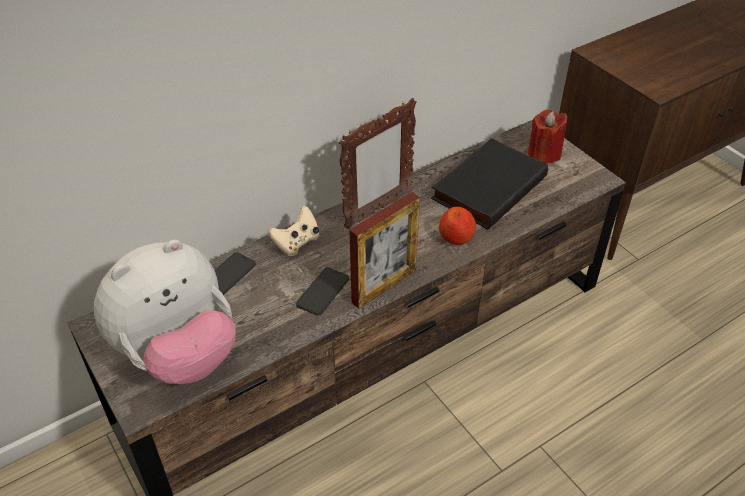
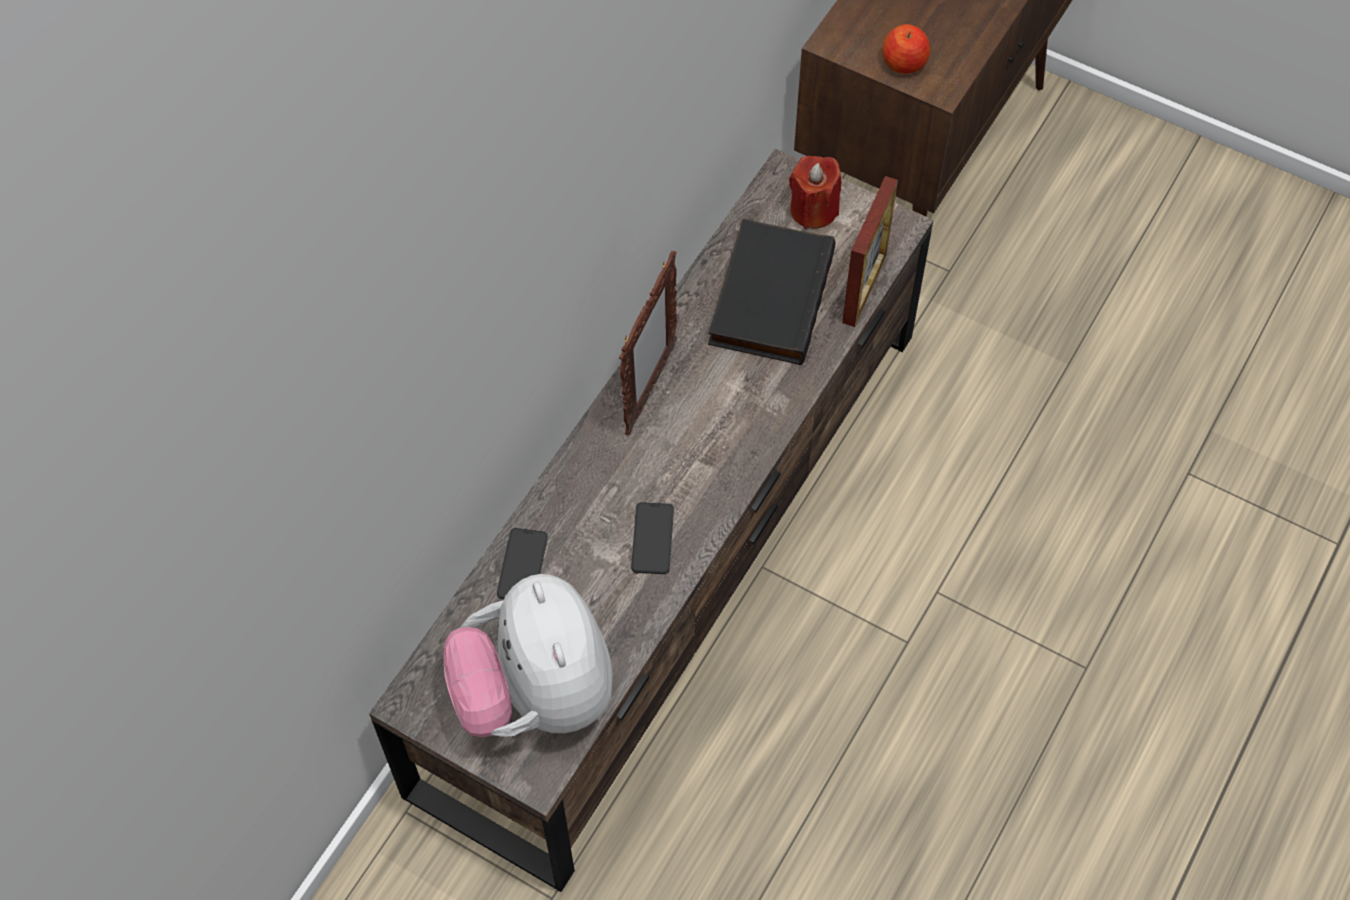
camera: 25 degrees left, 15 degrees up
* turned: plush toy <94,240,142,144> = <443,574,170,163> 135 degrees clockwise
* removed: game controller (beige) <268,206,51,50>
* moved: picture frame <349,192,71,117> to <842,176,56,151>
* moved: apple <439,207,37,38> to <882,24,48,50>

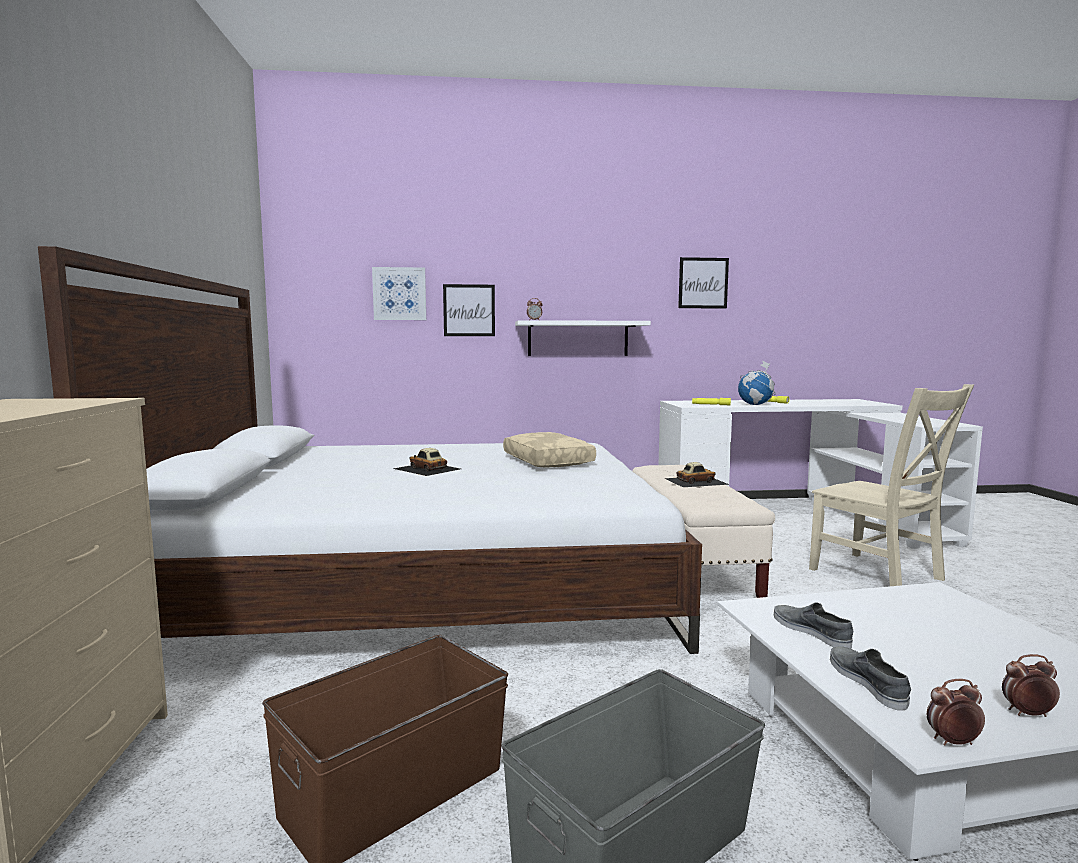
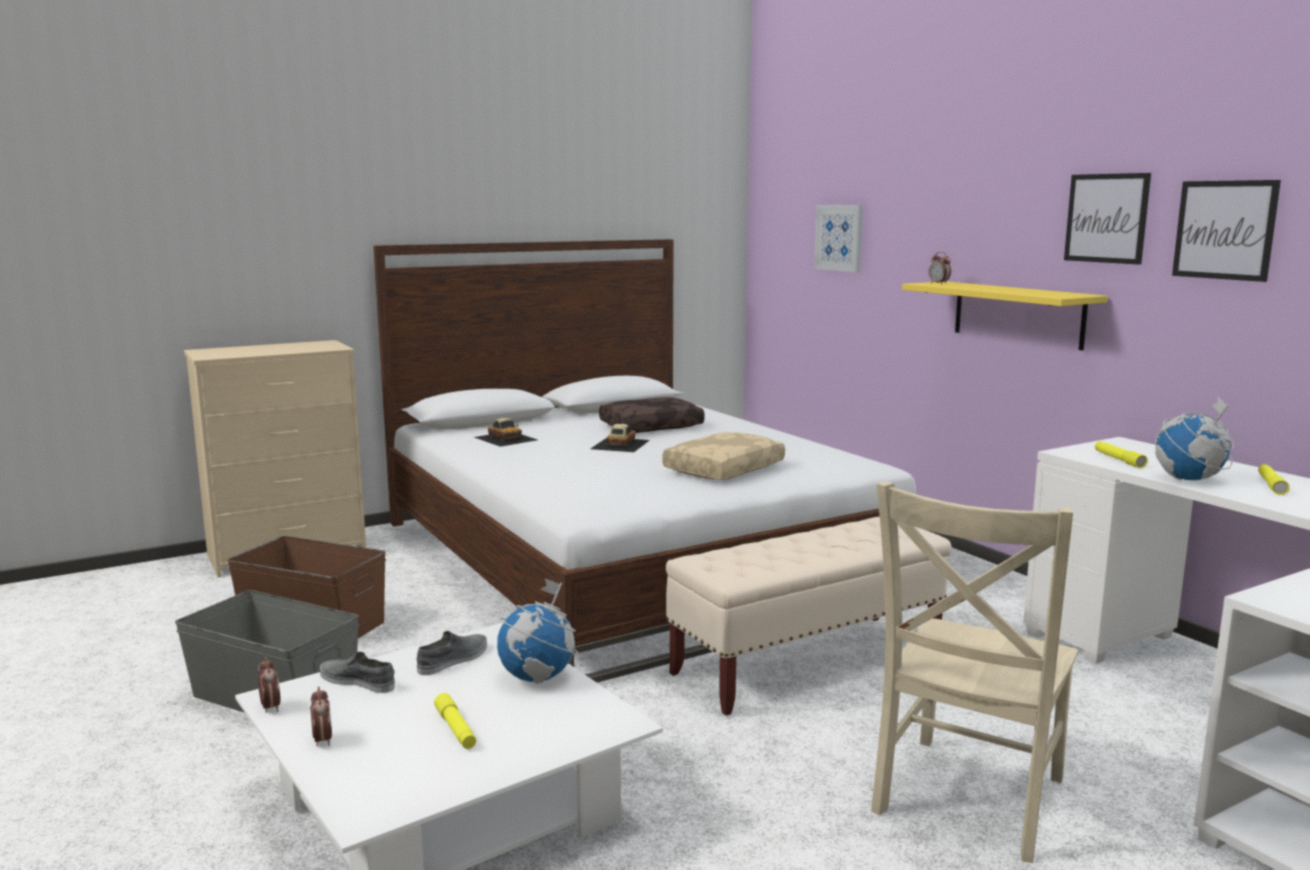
camera: 65 degrees right, 5 degrees up
* moved: picture <443,284,52,52> to <1064,173,87,92>
* recoloured: shelf (white) <515,320,136,36> to shelf (yellow) <902,281,206,70>
* moved: toy car <664,462,65,25> to <474,418,63,29>
* turned: shoe (grey) <830,646,81,65> = <320,652,75,41> 120 degrees counterclockwise
* added: flashlight (yellow) <434,693,42,56>
* added: globe <497,578,82,106>
* added: pillow (brown) <599,397,106,36>

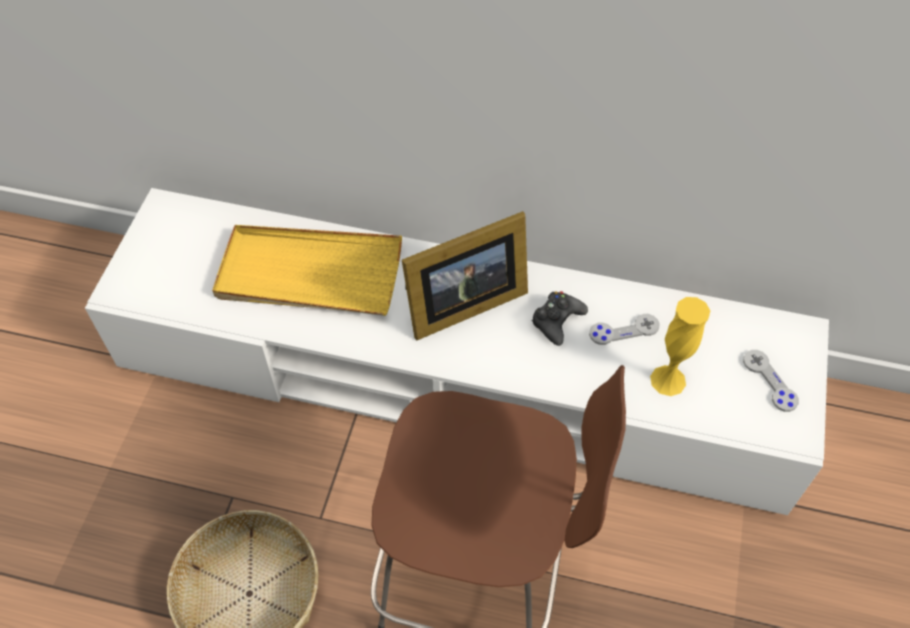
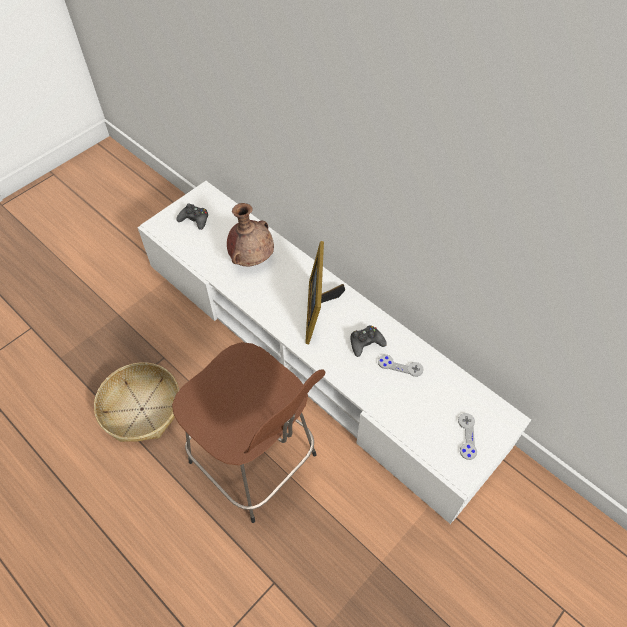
camera: 30 degrees right, 0 degrees up
* replaced: tray (yellow) <212,225,190,91> to vase (brown) <227,203,47,63>
* turned: picture frame <402,211,126,129> = <305,241,40,103> 90 degrees clockwise
* removed: vase (yellow) <650,297,60,99>
* added: game controller (black) <176,203,32,27>

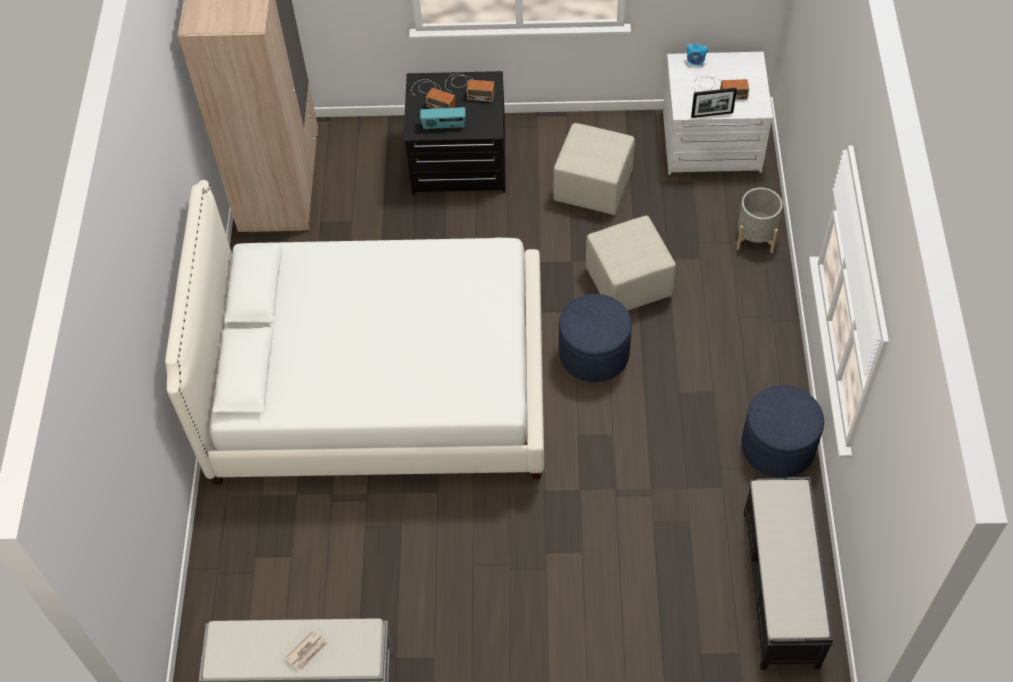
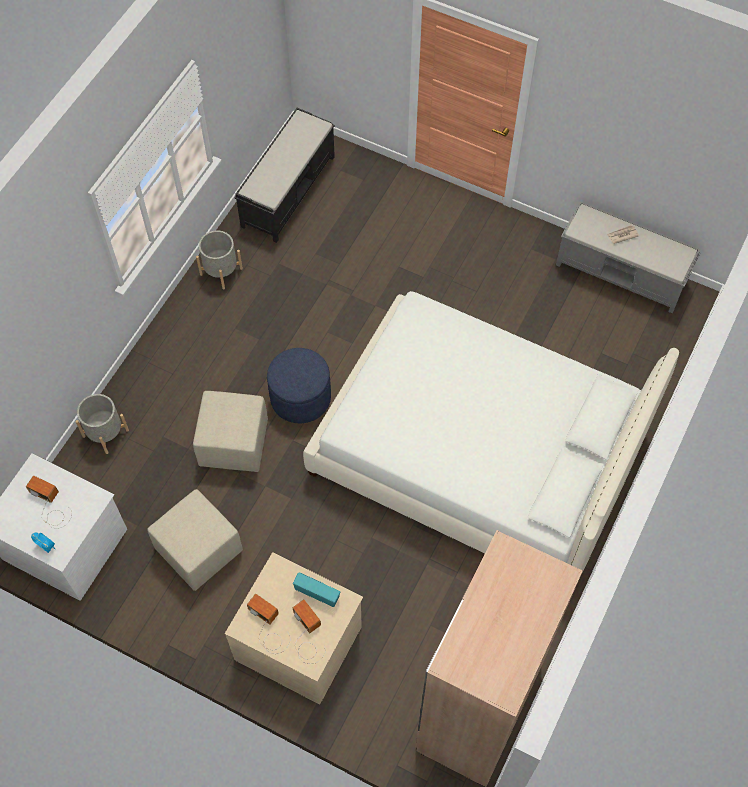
camera: 155 degrees left, 5 degrees up
* recoloured: dresser (black) <403,71,103,124> to dresser (beige) <225,552,138,153>
* removed: picture frame <691,88,46,30>
* replaced: ottoman (blue) <741,385,83,93> to planter (grey) <196,230,47,59>

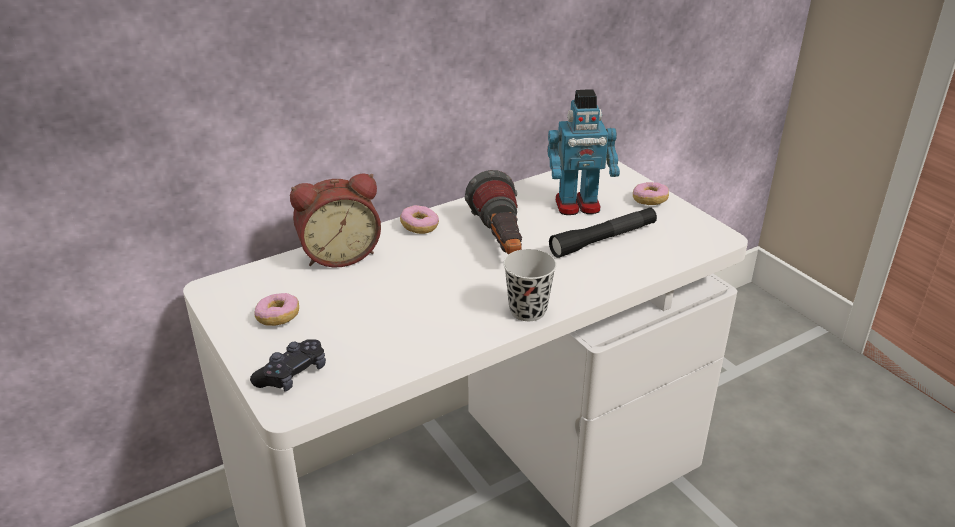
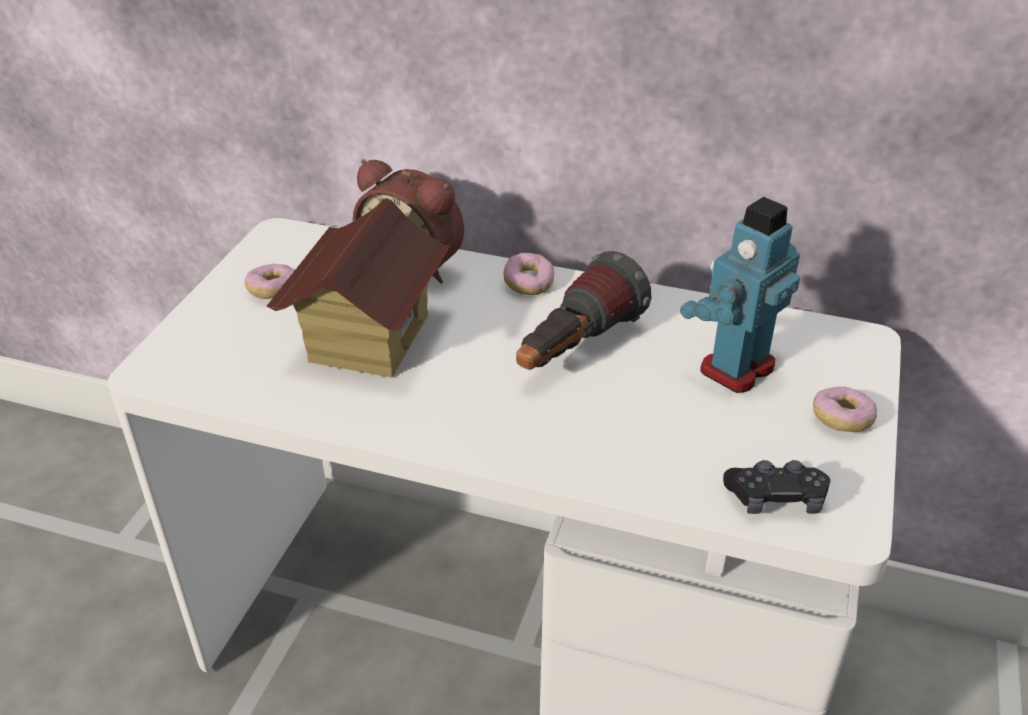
camera: 50 degrees right, 5 degrees up
* moved: game controller (black) <250,339,76,53> to <723,460,107,54>
* removed: cup (black) <503,249,54,72>
* turned: toy robot <548,89,72,126> = <680,197,120,196> 90 degrees clockwise
* removed: flashlight (black) <549,207,108,51>
* added: toy house <266,198,185,180>

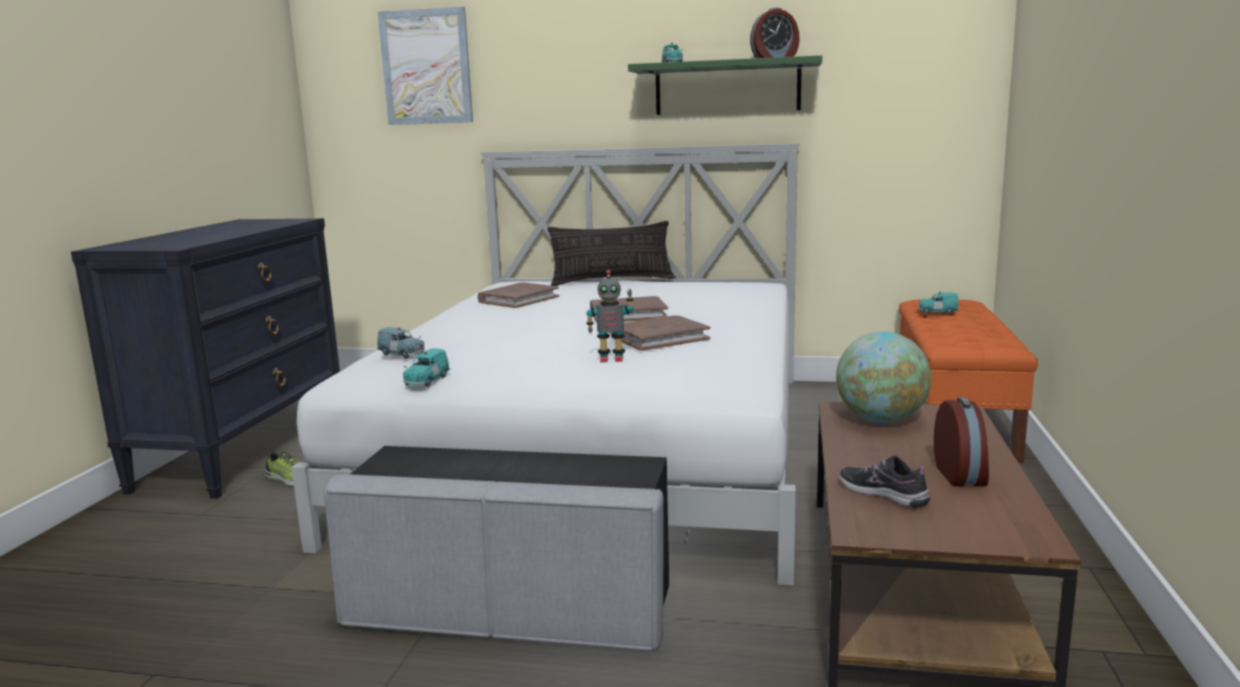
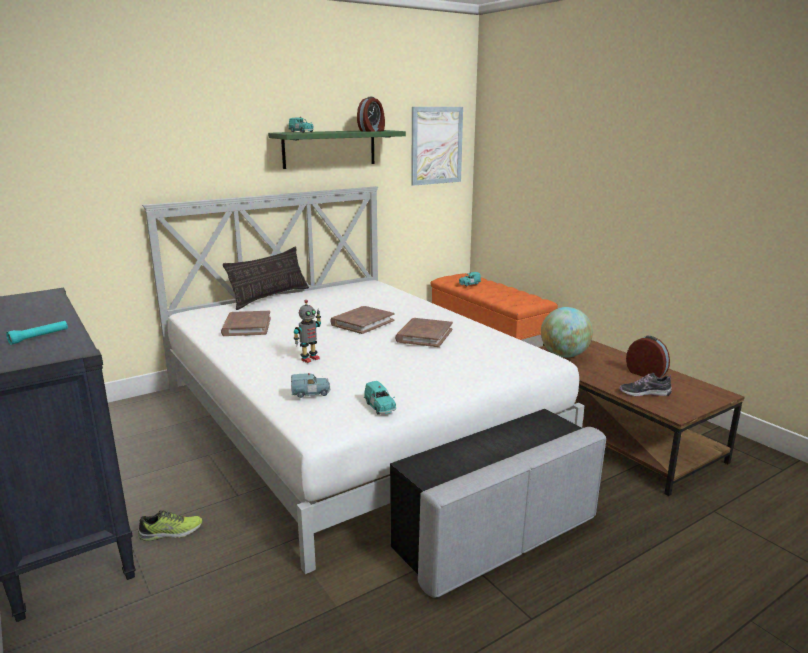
camera: 45 degrees left, 5 degrees up
* moved: picture <378,7,95,118> to <411,107,52,79>
* moved: toy robot <586,270,48,92> to <294,300,27,63>
* added: flashlight (turquoise) <6,321,62,24>

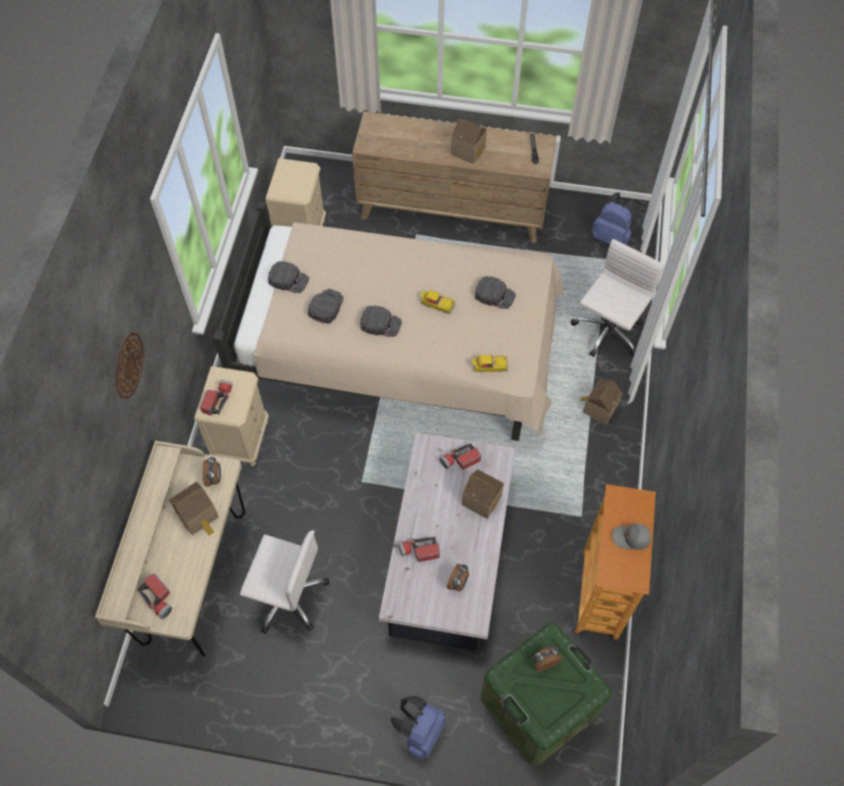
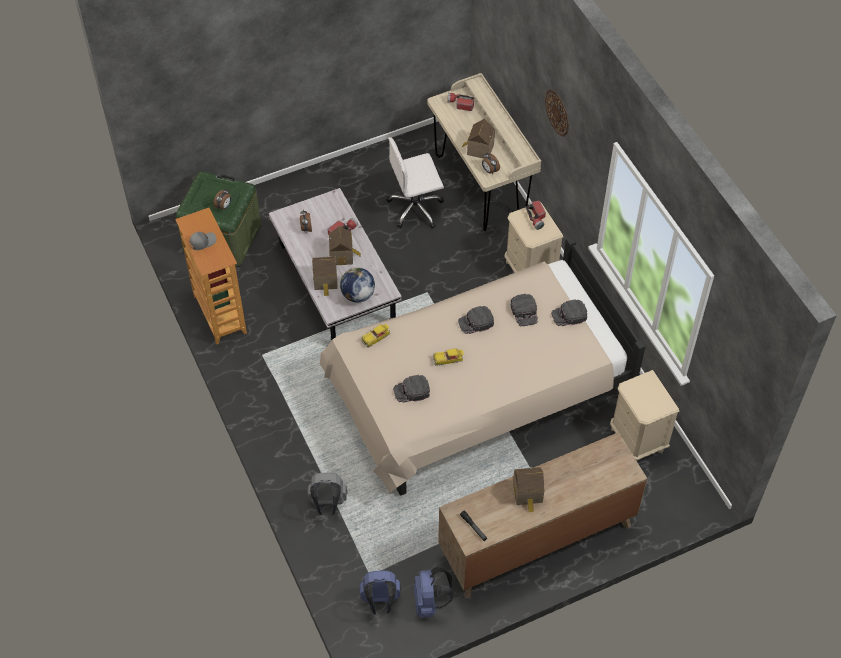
camera: 145 degrees right, 5 degrees down
* moved: backpack (blue) <391,696,55,64> to <414,567,40,51>
* replaced: flashlight <440,443,41,27> to globe <340,267,35,36>
* replaced: office chair (white) <571,239,93,118> to backpack (grey) <308,473,39,42>
* moved: toy house <580,380,43,45> to <329,226,32,39>

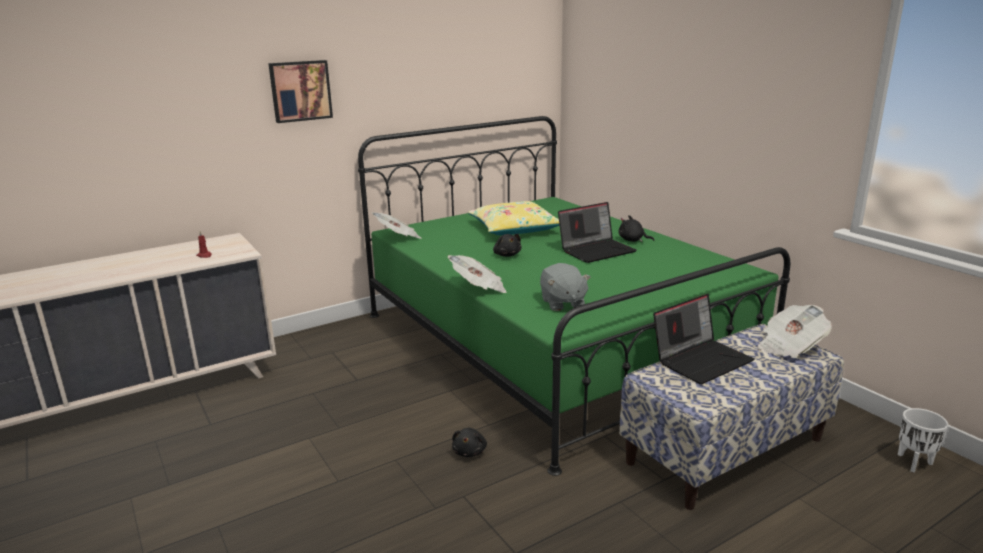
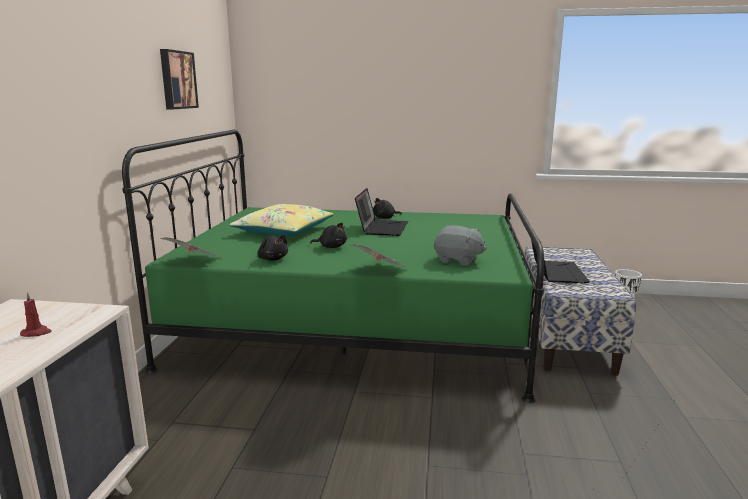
camera: 50 degrees left, 5 degrees down
* moved: picture <268,60,65,63> to <160,49,39,60>
* moved: plush toy (black) <452,428,35,29> to <257,235,31,26>
* removed: newspaper <758,305,74,53>

